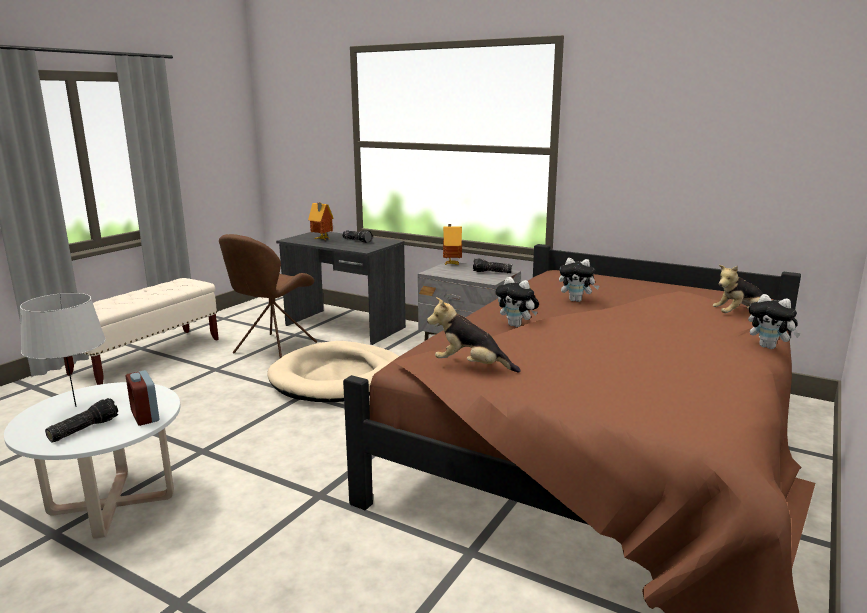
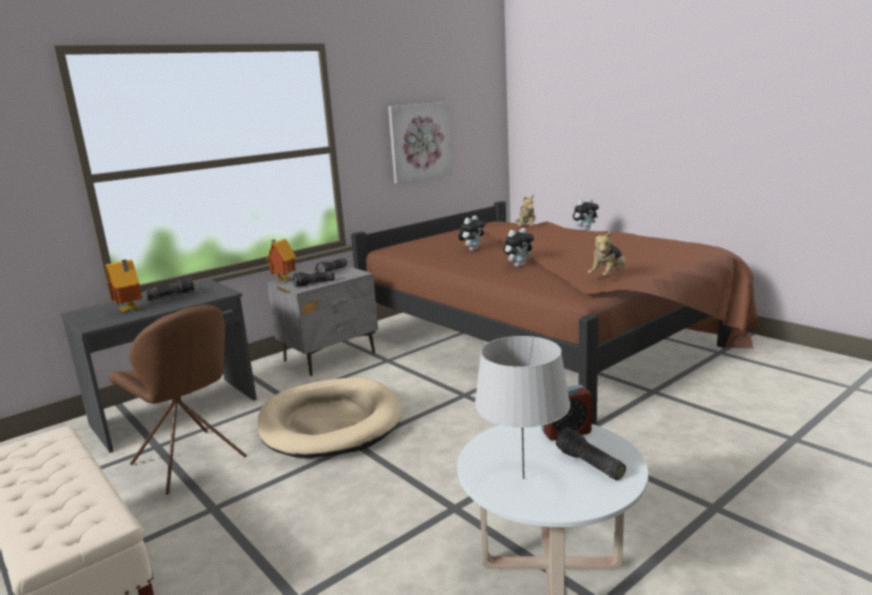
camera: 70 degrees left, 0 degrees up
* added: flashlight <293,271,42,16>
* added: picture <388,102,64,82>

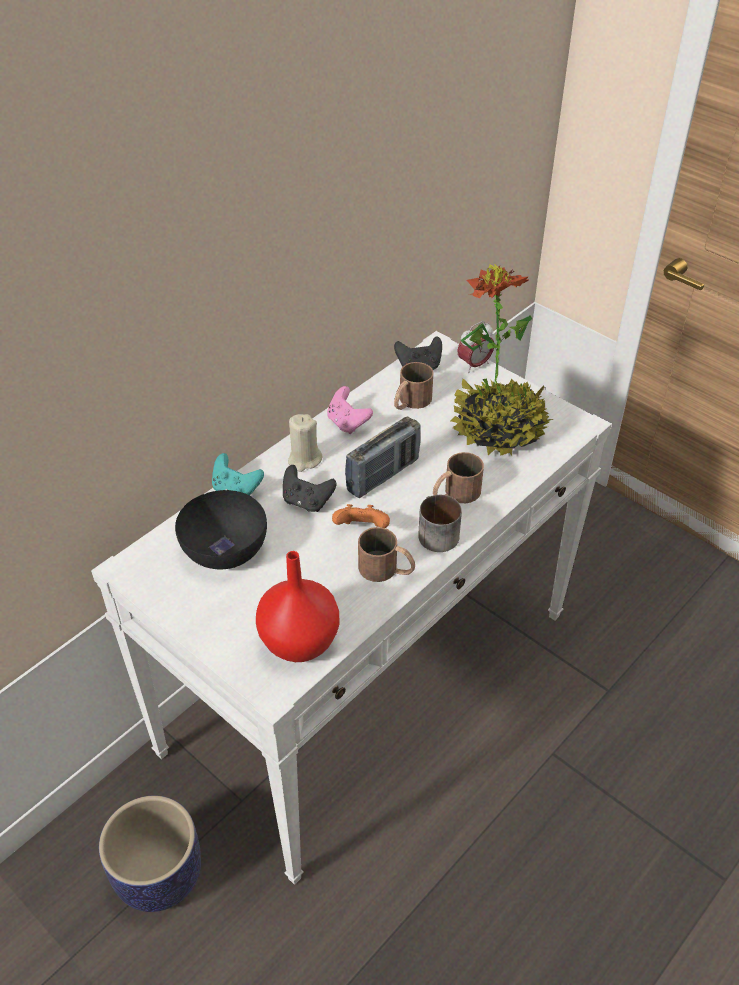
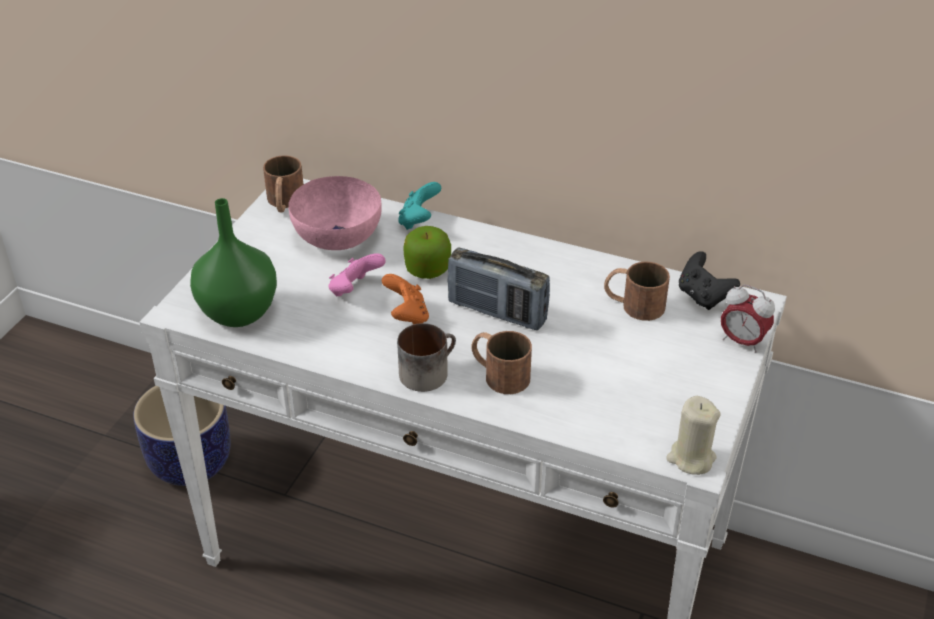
camera: 70 degrees right, 5 degrees down
* recoloured: bowl (black) <175,490,92,79> to bowl (pink) <289,176,93,74>
* recoloured: vase (red) <256,551,83,111> to vase (green) <190,198,87,129>
* replaced: game controller (black) <283,465,54,47> to apple <403,226,48,53>
* moved: candle (beige) <288,414,35,58> to <666,396,55,79>
* moved: game controller (pink) <327,386,46,48> to <328,253,58,43>
* moved: mug (brown) <358,527,57,55> to <263,156,41,57>
* removed: potted plant <450,264,103,192>

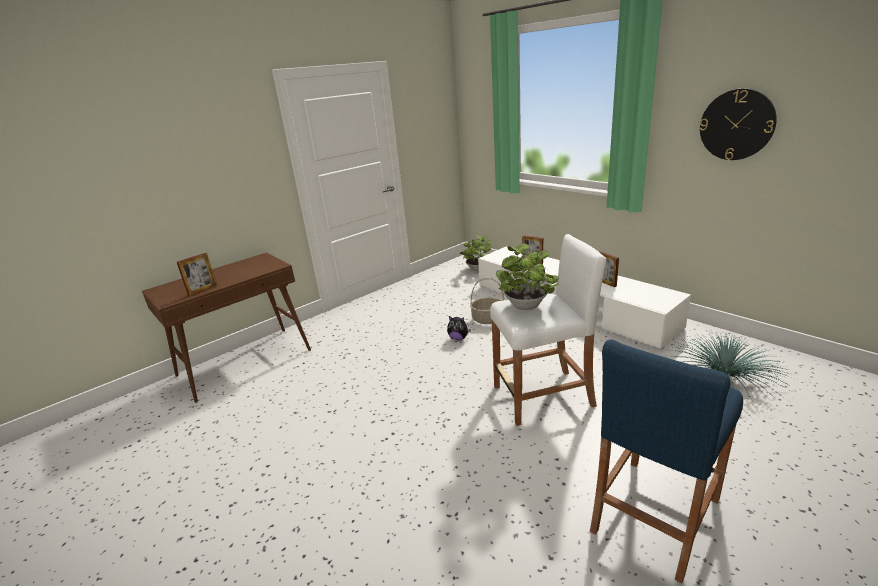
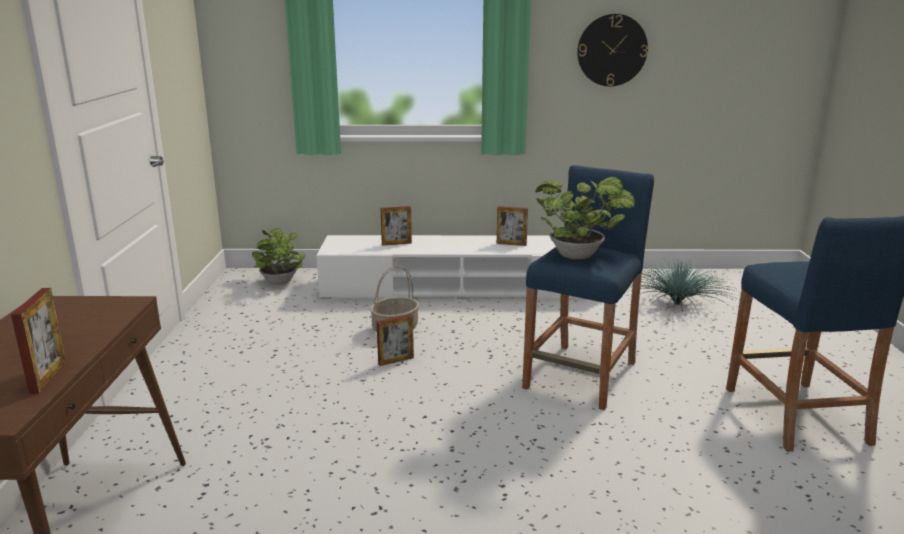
camera: 50 degrees left, 5 degrees down
* replaced: plush toy <447,316,24,24> to picture frame <377,314,37,52>
* recoloured: stool (white) <490,234,116,192> to stool (blue) <522,165,132,245>

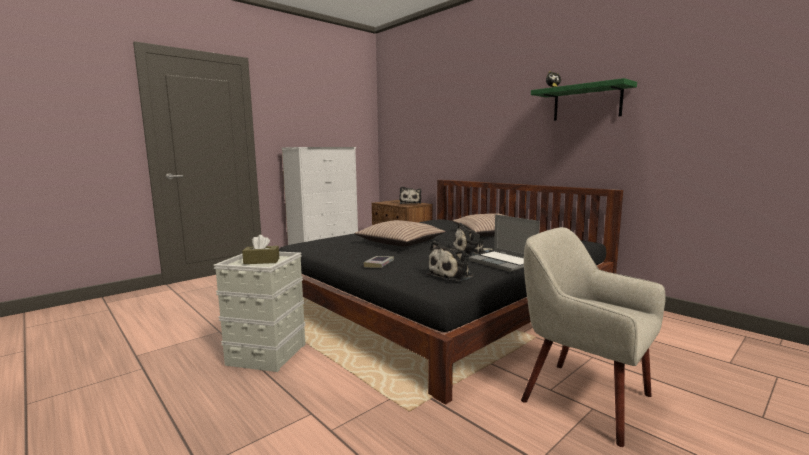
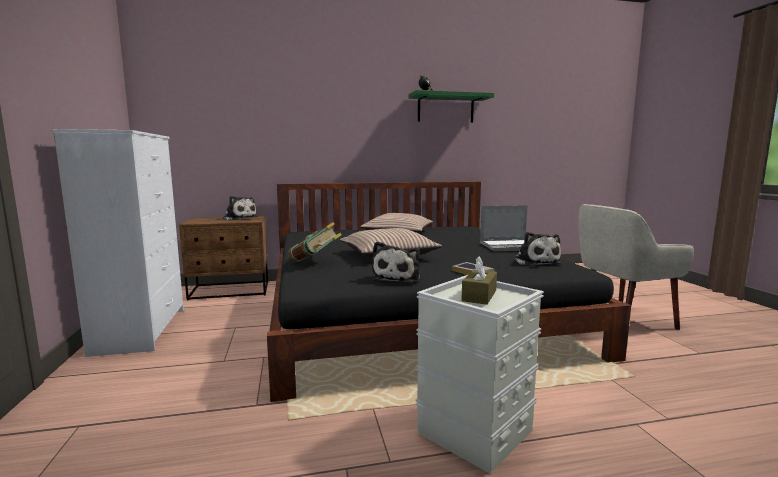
camera: 60 degrees left, 0 degrees up
* moved: plush toy <452,223,42,33> to <372,241,48,42>
* added: book <288,222,54,40>

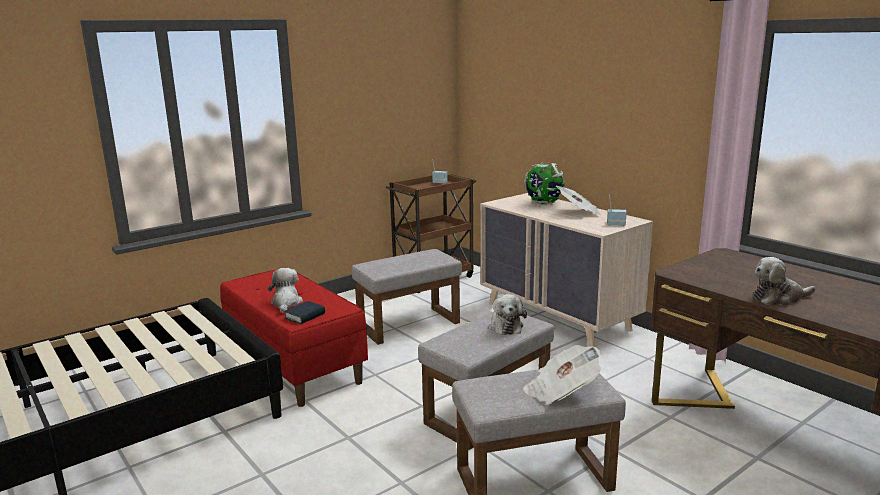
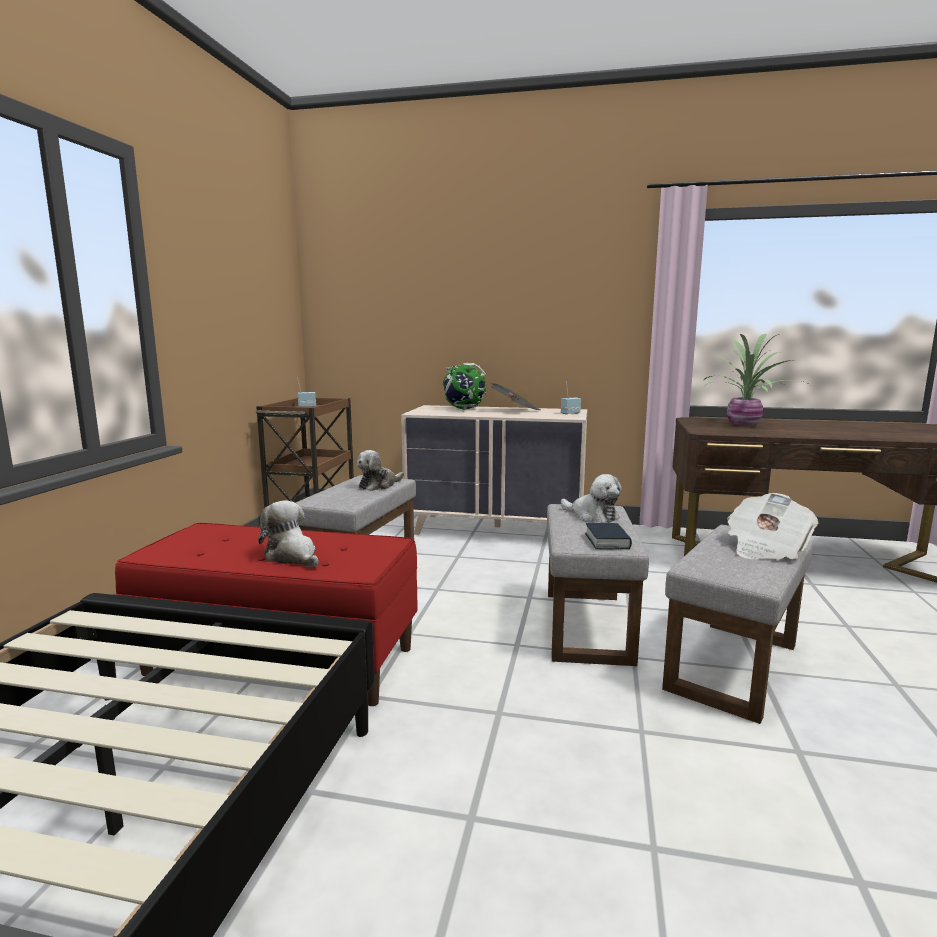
camera: 40 degrees left, 5 degrees down
* moved: book <285,301,40,23> to <585,523,47,26>
* moved: plush toy <753,257,63,49> to <357,450,47,41>
* added: potted plant <704,334,106,92>

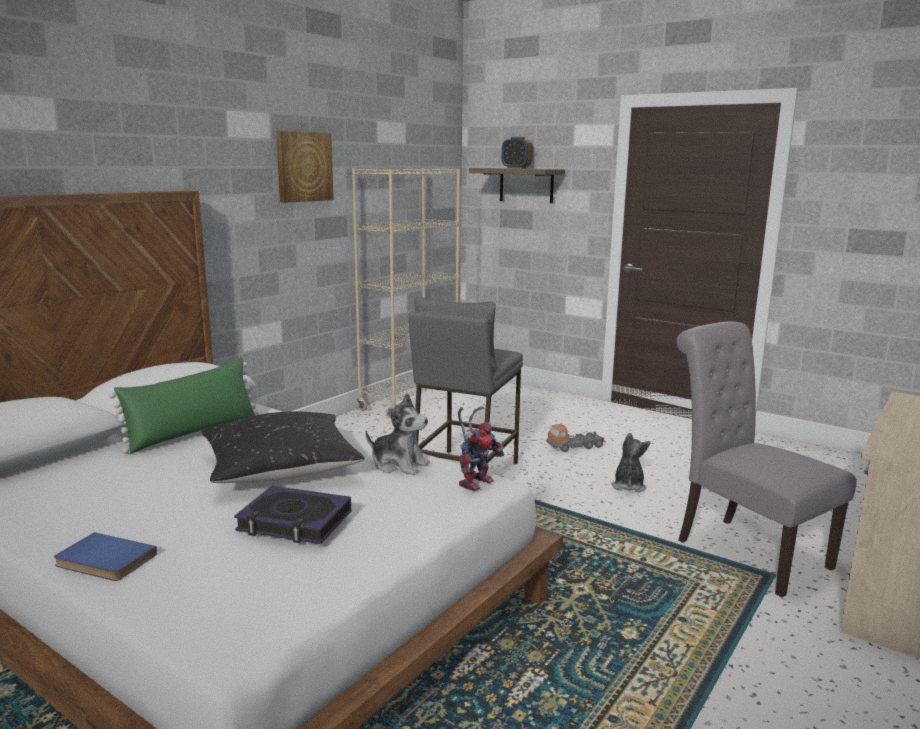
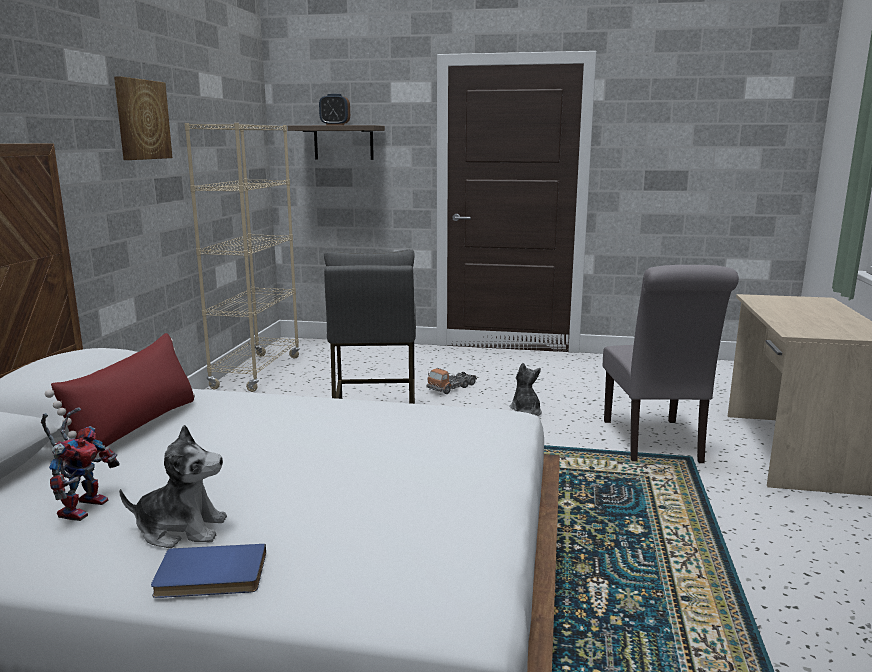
camera: 25 degrees left, 0 degrees up
* recoloured: pillow (green) <108,357,151,97> to pillow (red) <45,333,150,120>
* removed: pillow (black) <201,412,164,71>
* removed: book <234,486,117,58>
* moved: plush toy <365,393,65,82> to <119,425,108,123>
* moved: toy robot <457,406,47,86> to <41,408,79,113>
* turned: chair (grey) <676,322,181,275> = <603,265,136,198> 120 degrees counterclockwise

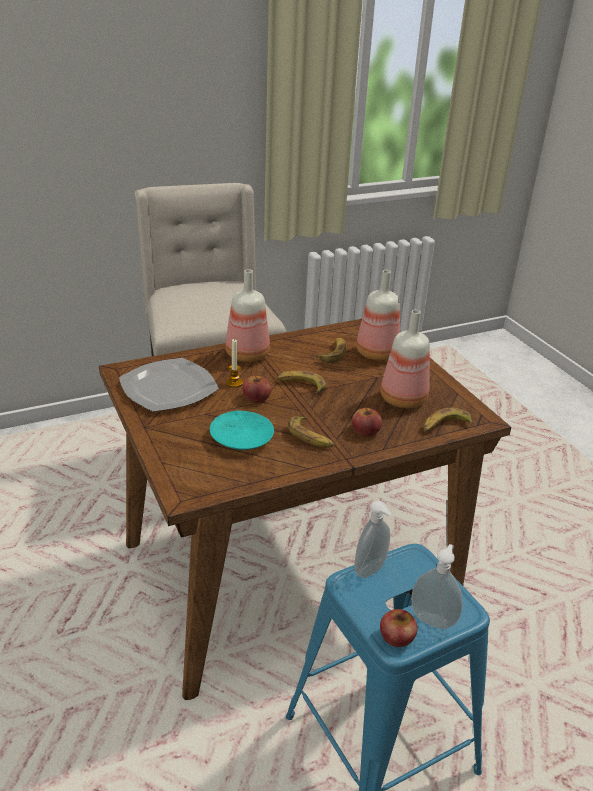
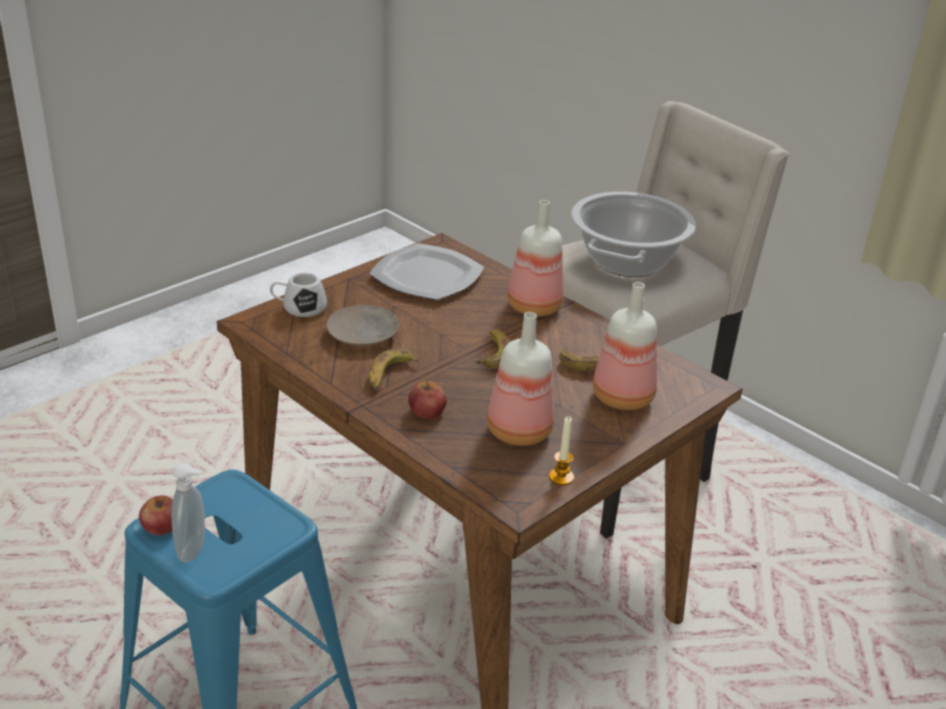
camera: 70 degrees right, 0 degrees up
* recoloured: plate (turquoise) <210,410,64,40> to plate (beige) <326,305,73,41>
* moved: candle <226,339,17,48> to <549,416,25,70>
* removed: apple <243,375,28,28>
* removed: soap dispenser <354,501,38,77>
* removed: banana <424,408,50,24>
* added: mug (white) <270,273,57,44>
* added: cooking pot <571,192,125,85>

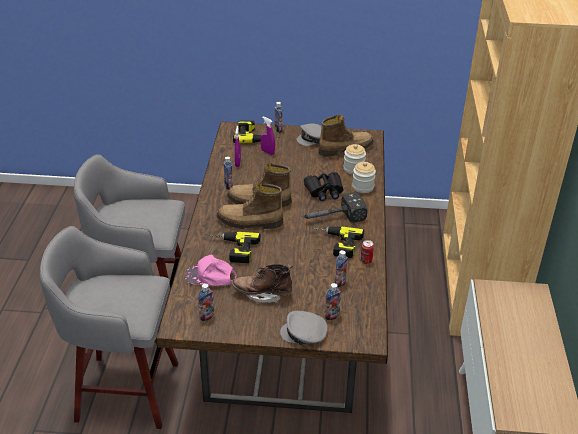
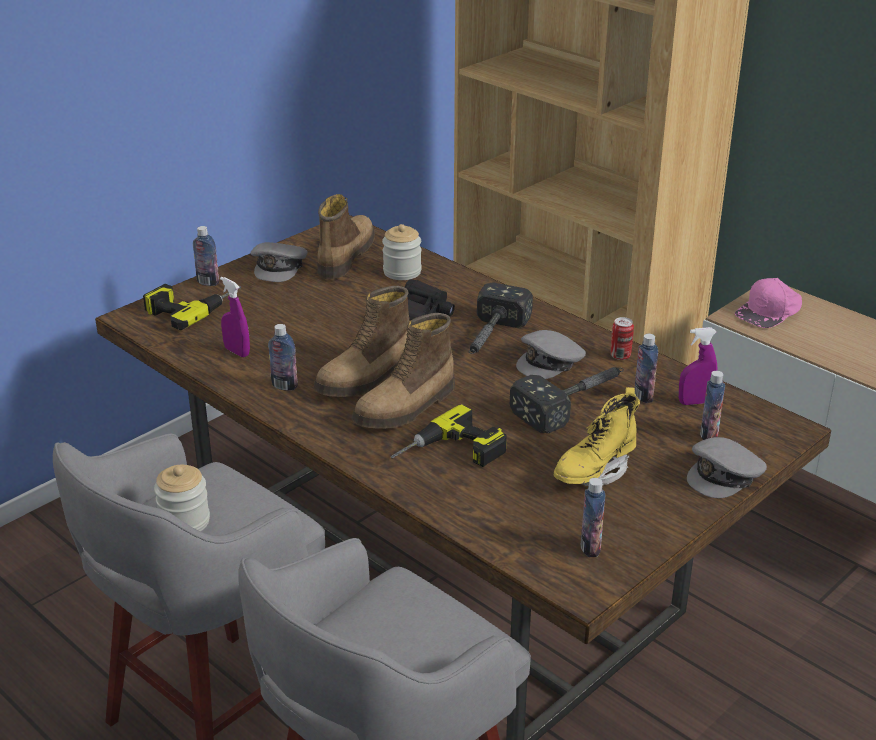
camera: 50 degrees left, 5 degrees down
* moved: cap (pink) <185,254,52,32> to <735,278,67,50>
* recoloured: boot (brown) <232,264,61,39> to boot (yellow) <554,387,86,99>
* moved: spray bottle (purple) <261,117,14,38> to <679,327,39,78>
* replaced: power drill <309,227,55,31> to cap (grey) <516,330,70,49>
* moved: jar <352,162,24,31> to <154,465,56,67>
* added: hammer <510,367,114,66>

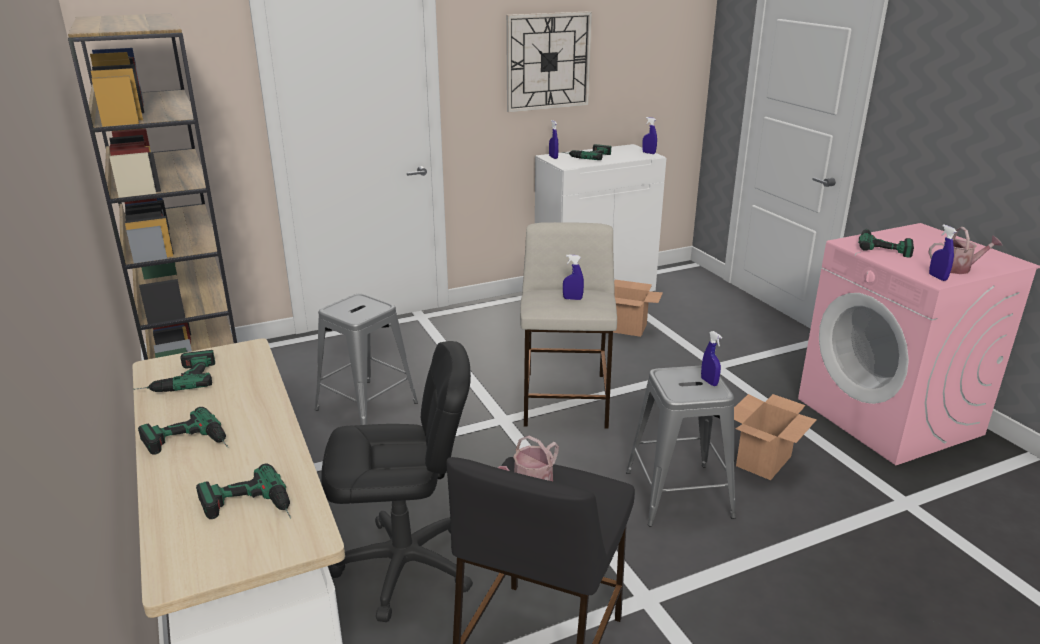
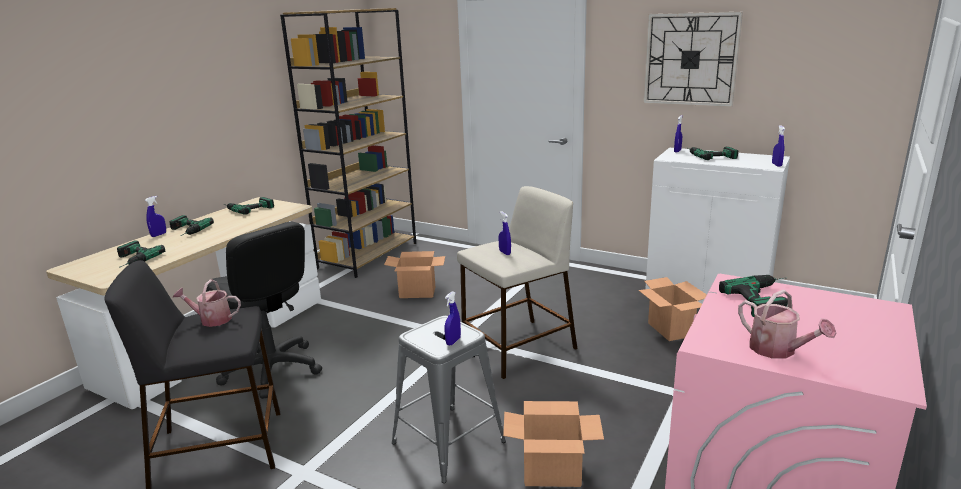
camera: 55 degrees right, 5 degrees down
* replaced: stool (grey) <315,293,103,132> to cardboard box <384,251,61,47>
* moved: spray bottle (blue) <929,224,28,57> to <145,196,21,41>

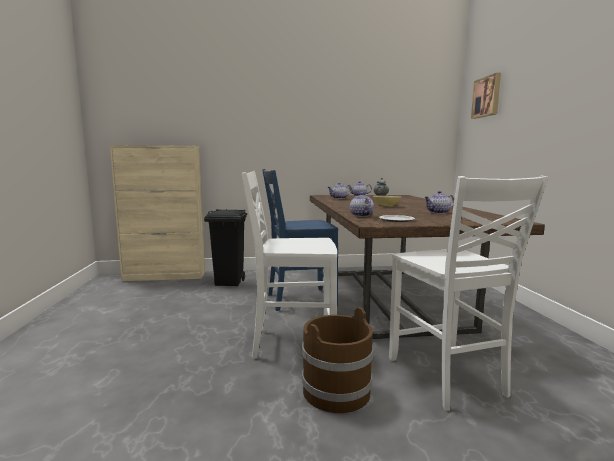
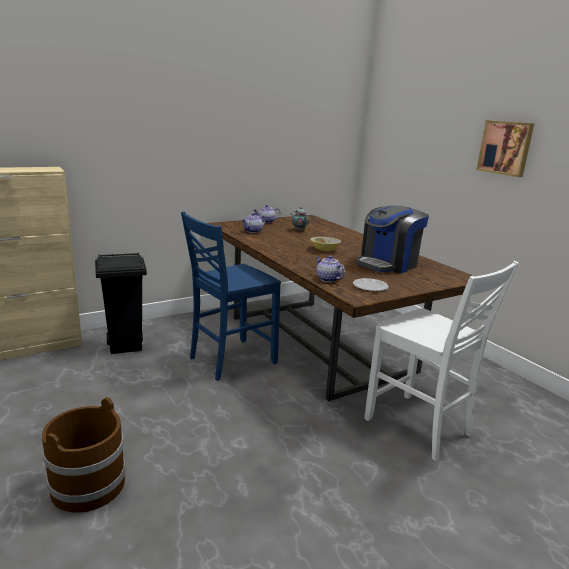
camera: 25 degrees left, 10 degrees up
* removed: chair (white) <241,171,96,188>
* moved: bucket (brown) <302,307,71,106> to <42,397,84,116>
* replaced: teapot <424,191,30,23> to coffee machine <356,206,73,67>
* moved: picture <471,73,30,46> to <477,120,57,57>

